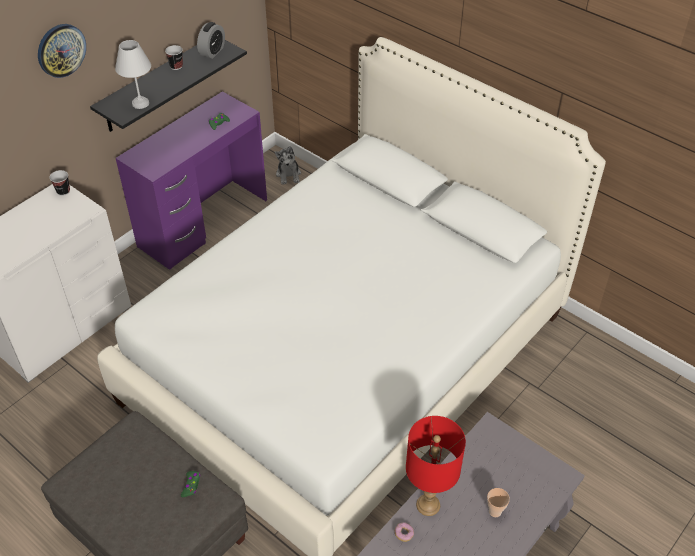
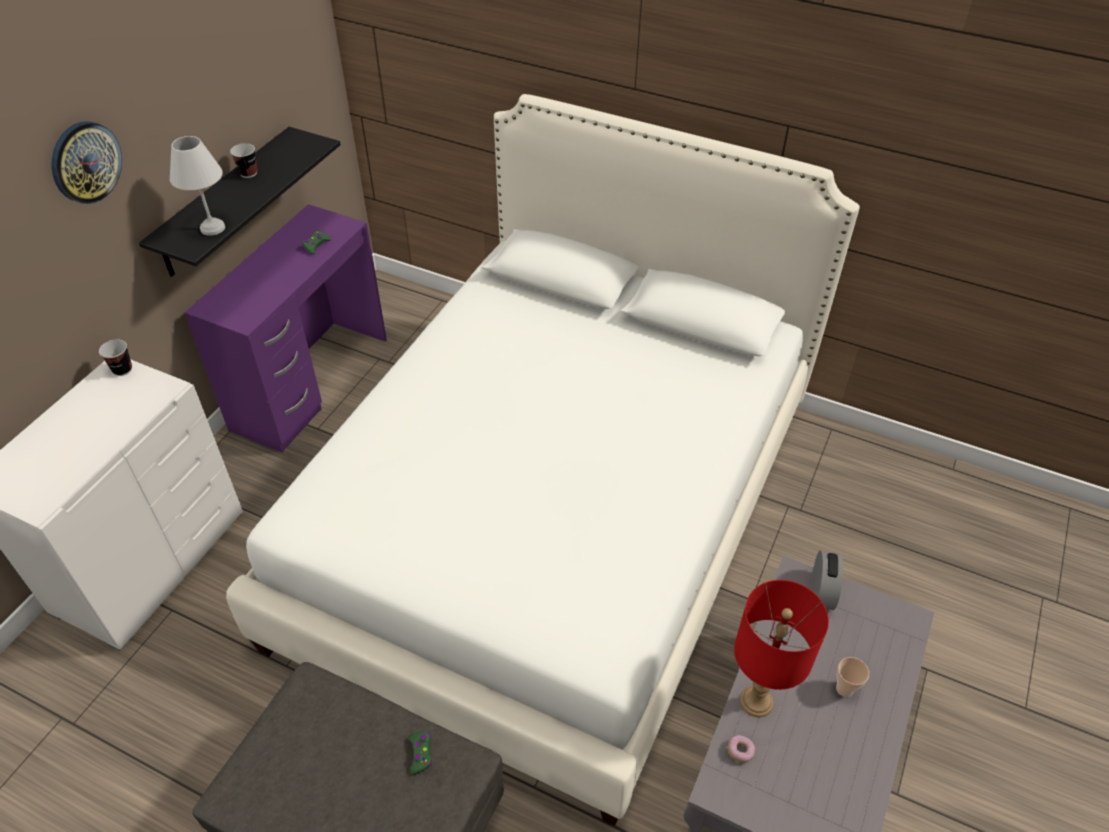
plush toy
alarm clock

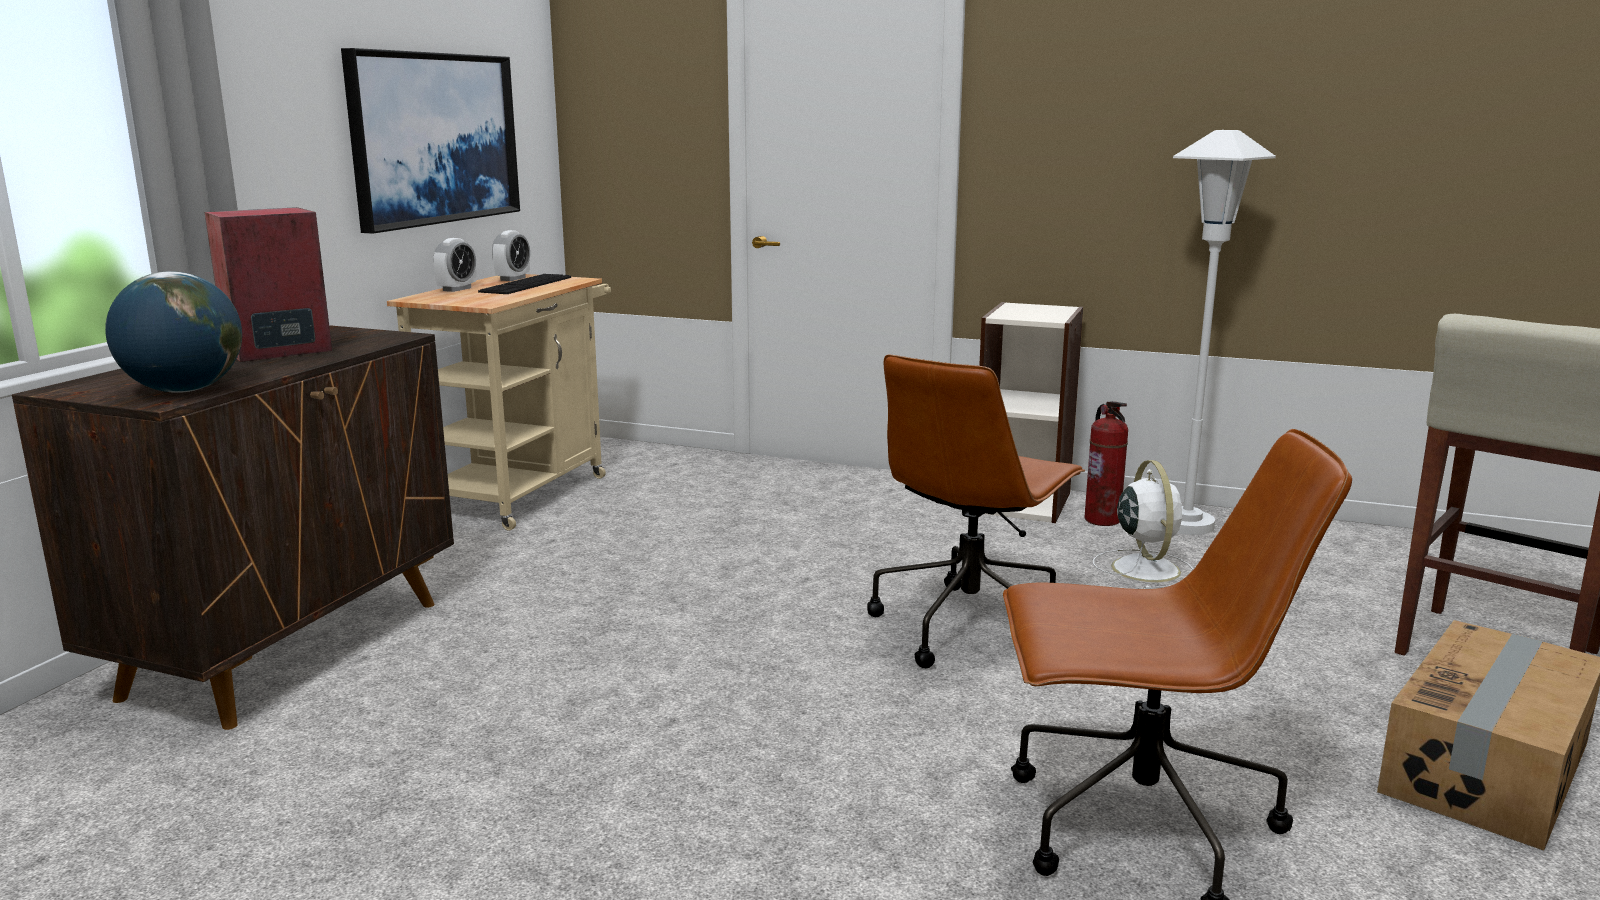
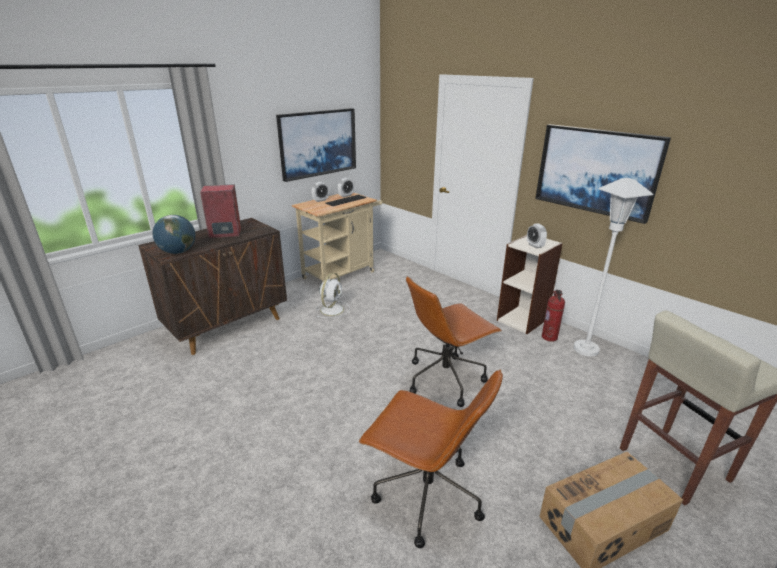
alarm clock (no. 3 from left)
picture (no. 2 from left)
white fan

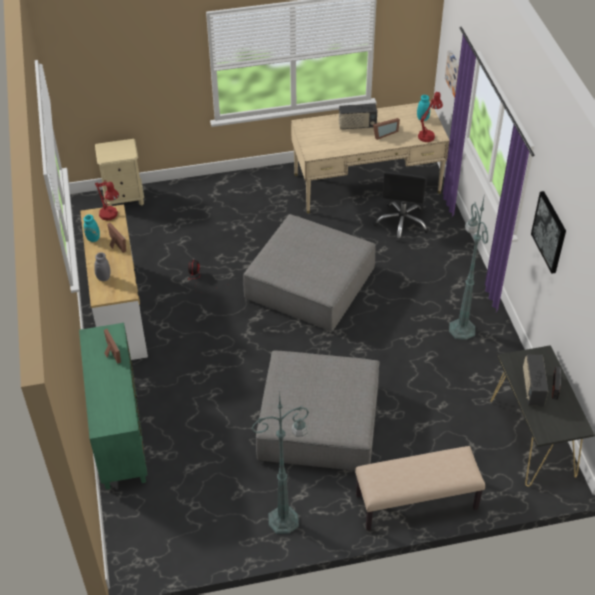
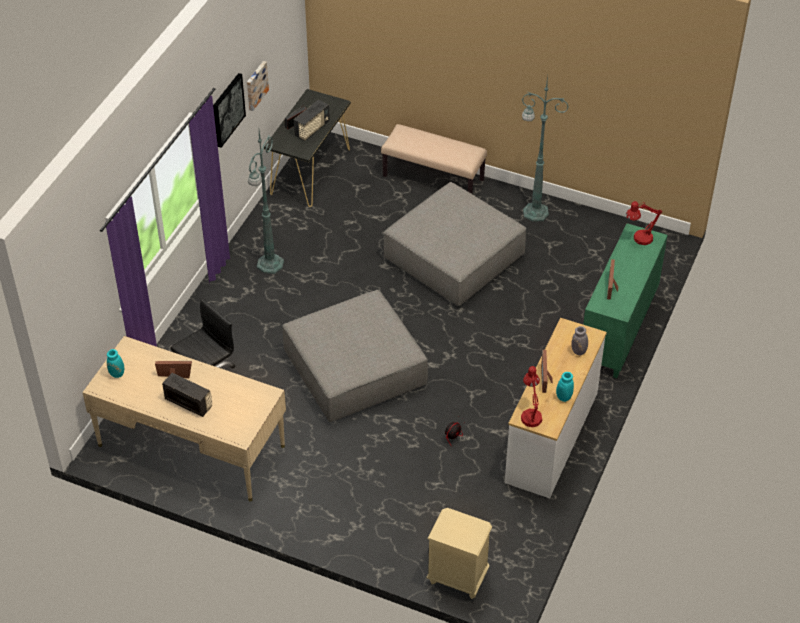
red table lamp (no. 2 from left)
picture (no. 2 from left)

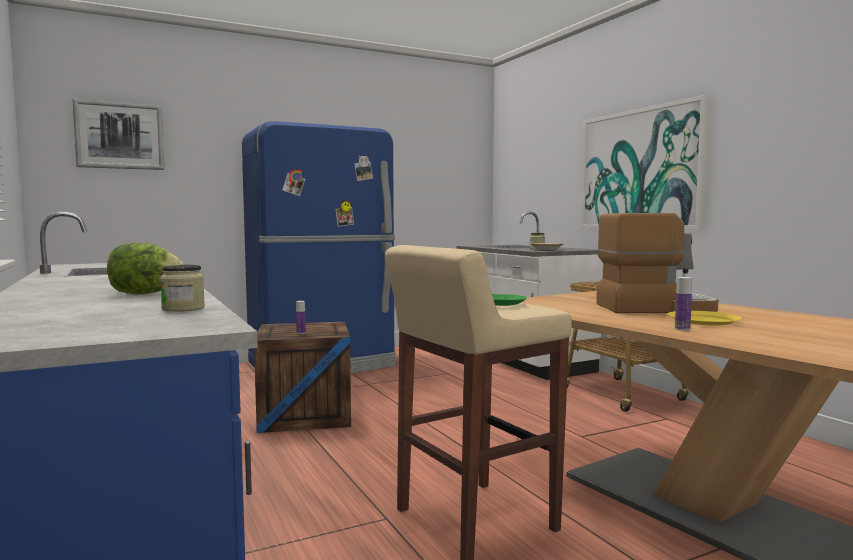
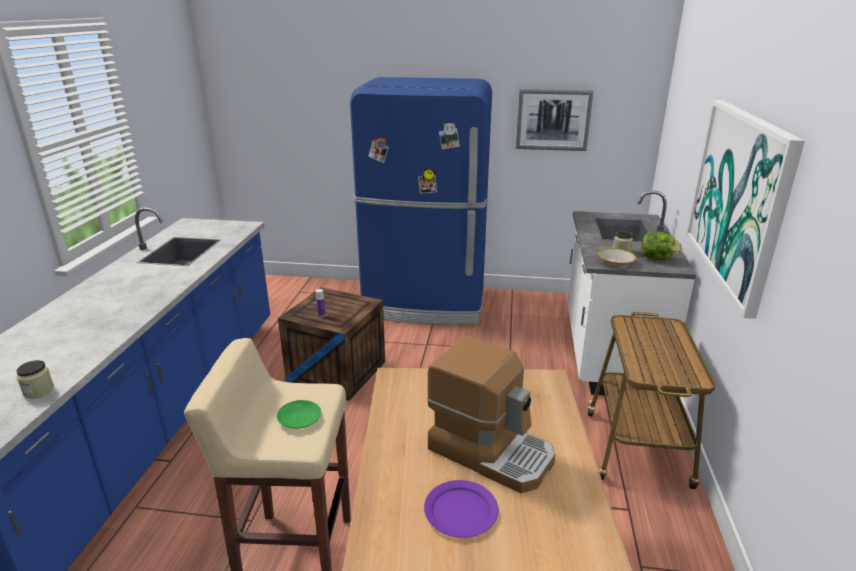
bottle (no. 2 from left in the first image)
picture (no. 1 from left)
lettuce
purple plate

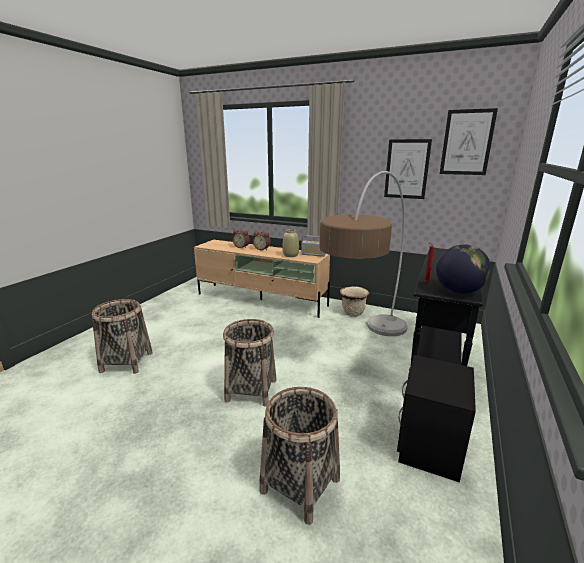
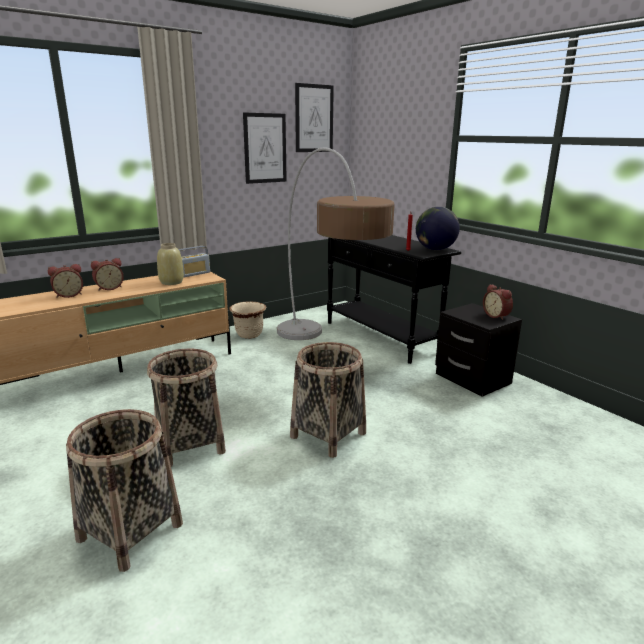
alarm clock (no. 3 from left)
basket (no. 2 from left)

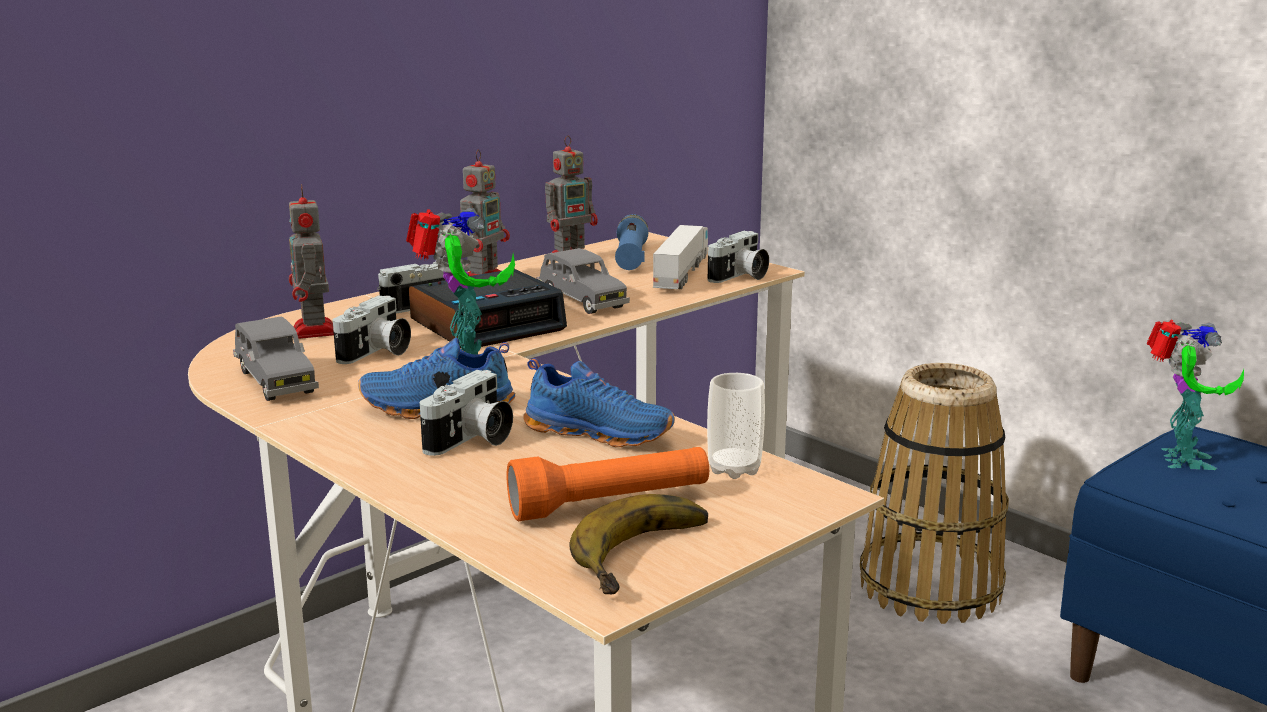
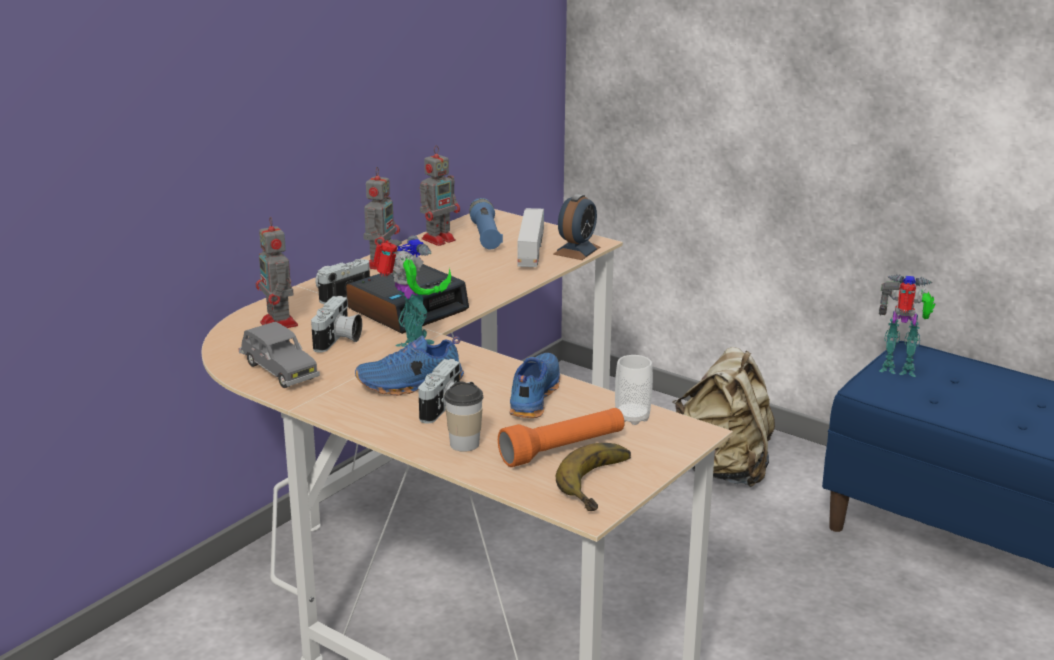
grey toy car (no. 2 from left in the first image)
cup (no. 1 from left)
alarm clock (no. 2 from left)
beige backpack
blue shoe (no. 2 from left)
toy robot (no. 5 from left)

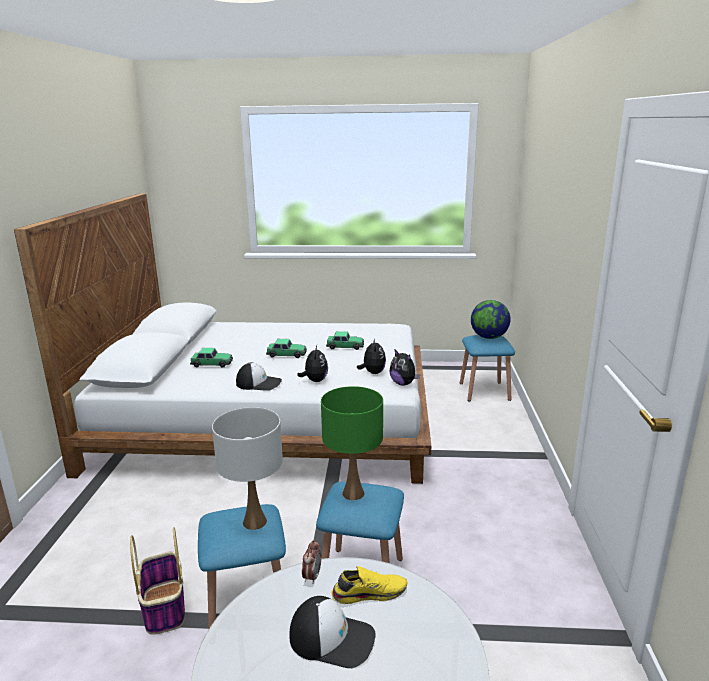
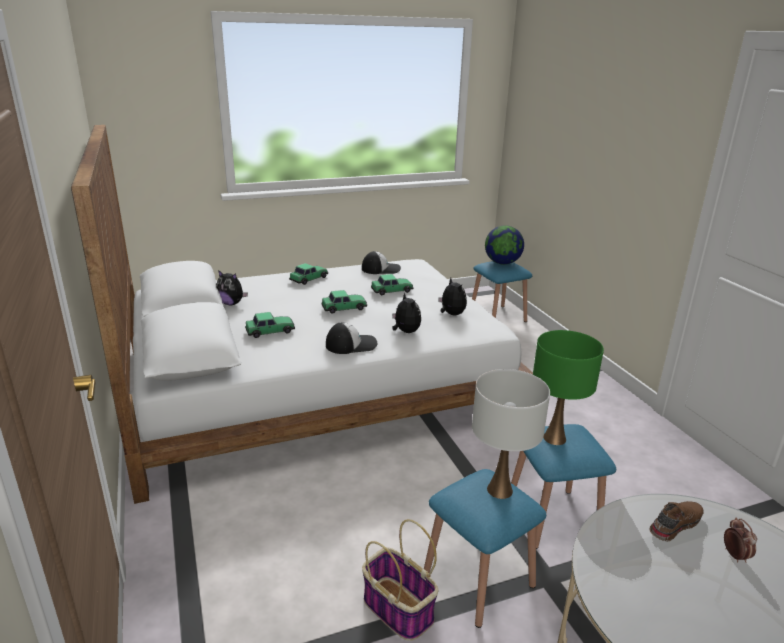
toy car (no. 2 from left)
cap (no. 2 from left)
alarm clock
plush toy (no. 1 from left)
brown shoe

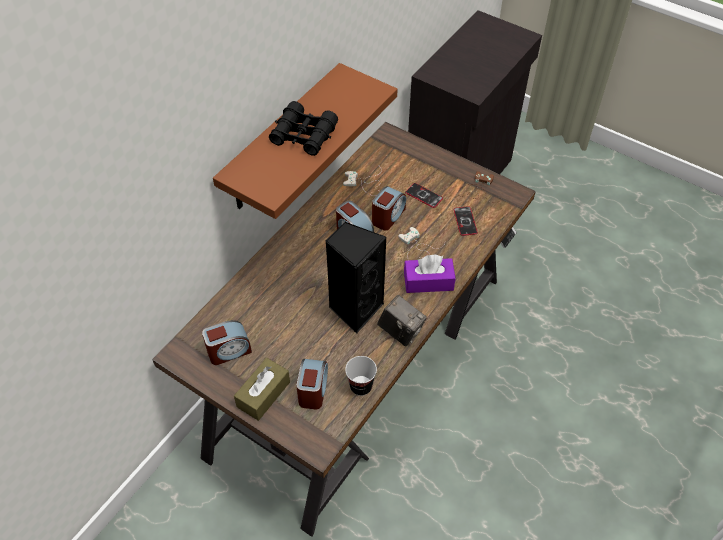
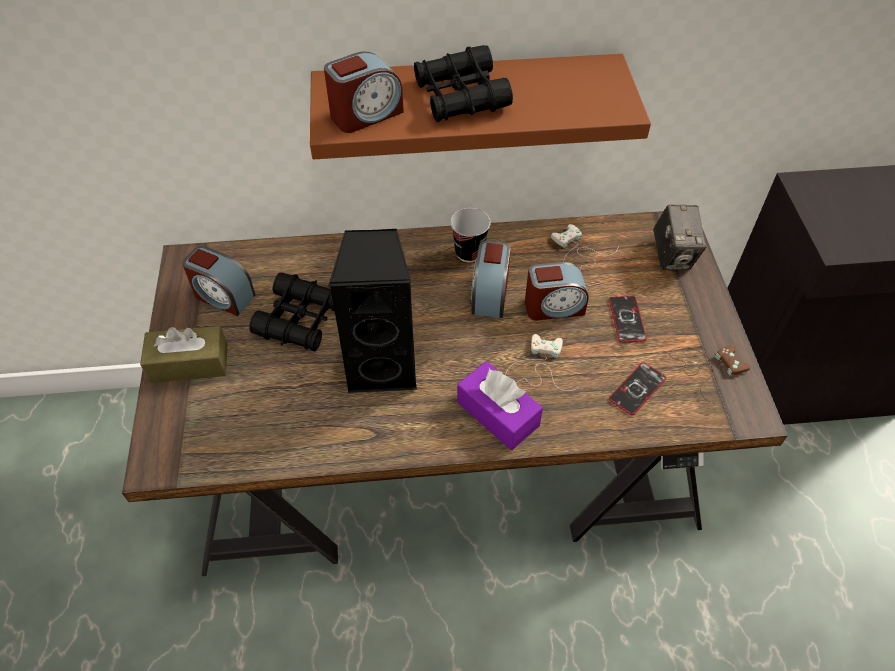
black binoculars (no. 1 from left)
alarm clock (no. 2 from left)
cup
photo camera

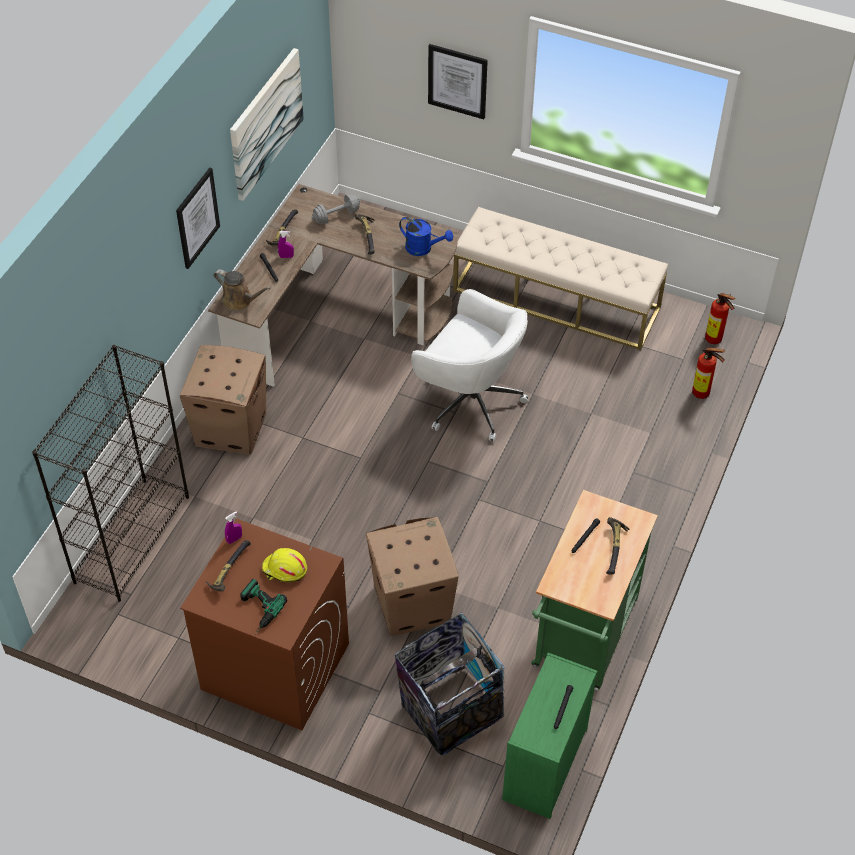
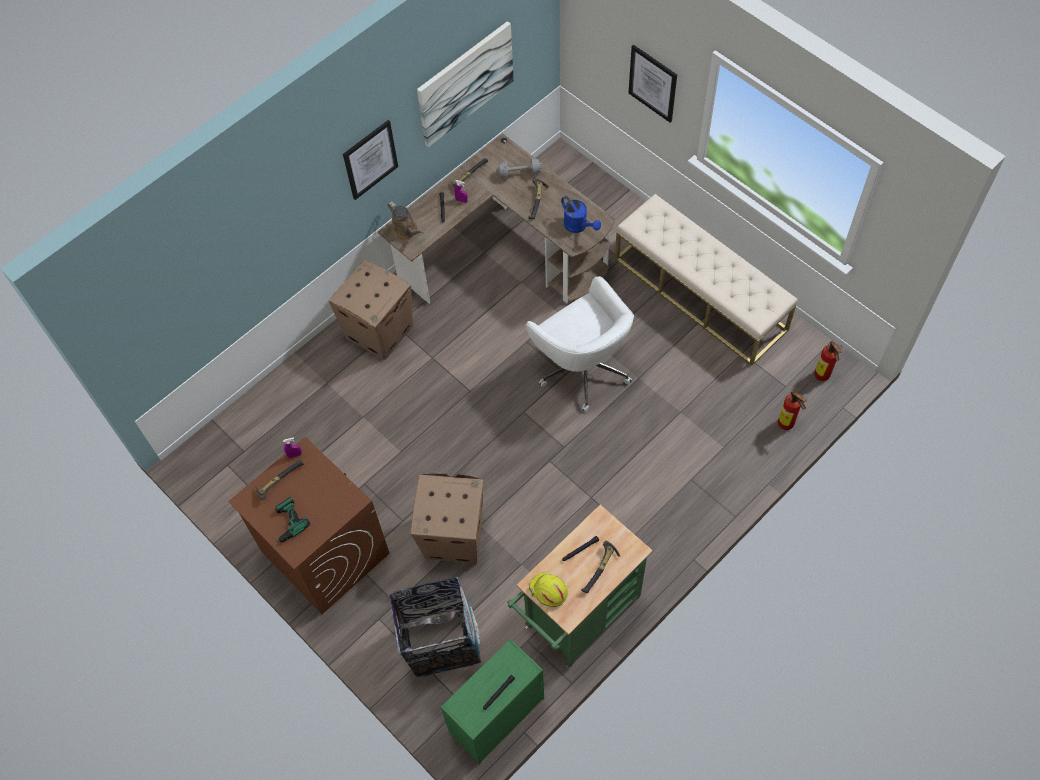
black bookcase
yellow hard hat

